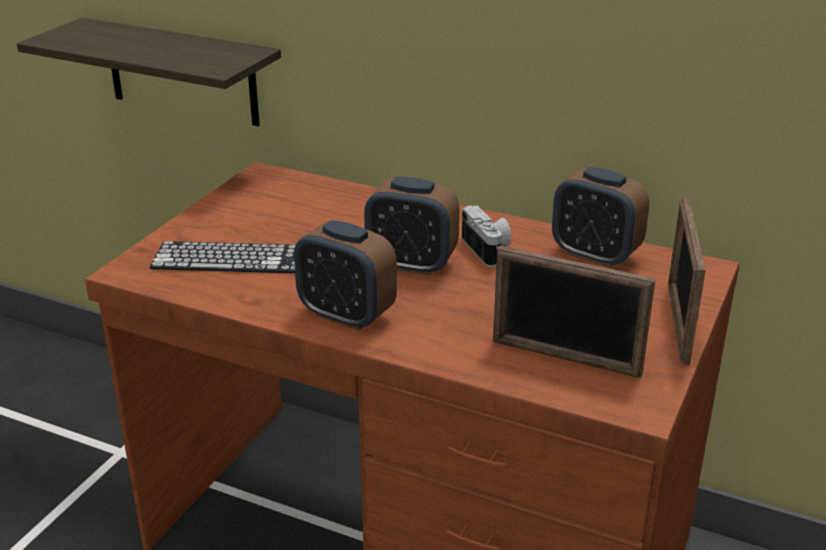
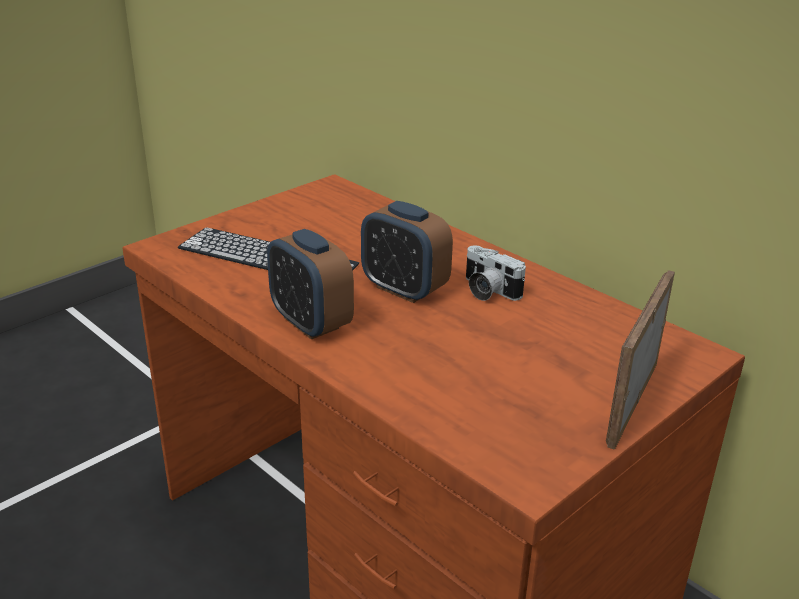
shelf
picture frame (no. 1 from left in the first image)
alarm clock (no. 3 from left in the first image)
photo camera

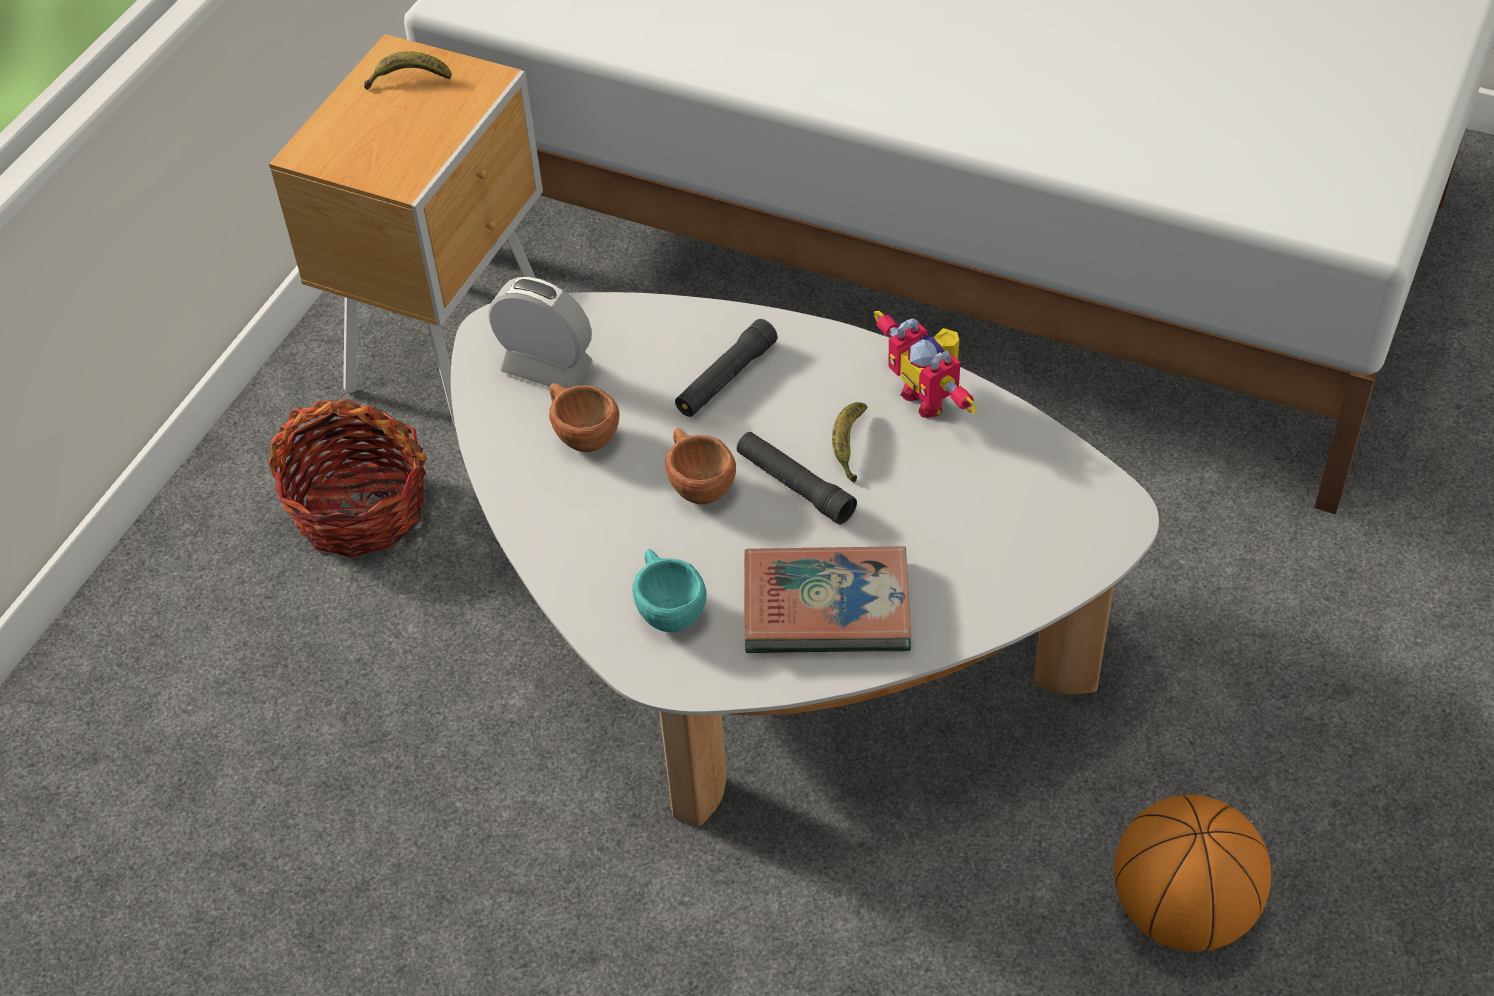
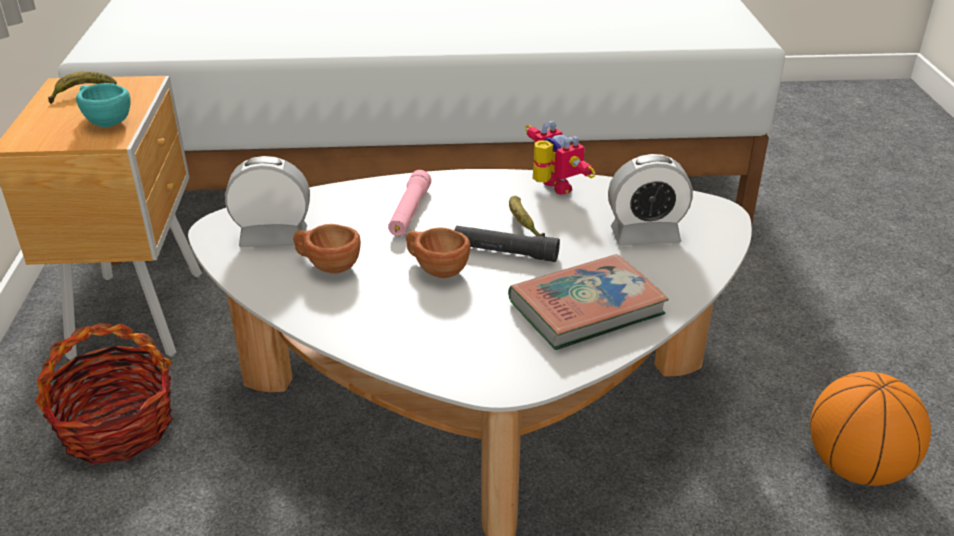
alarm clock (no. 2 from left)
turquoise cup
pink flashlight
toy robot

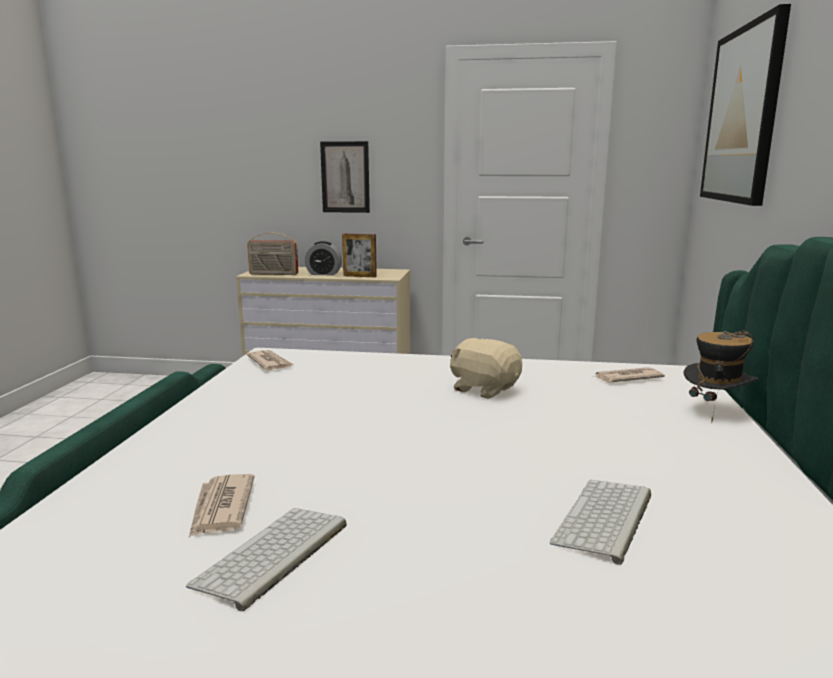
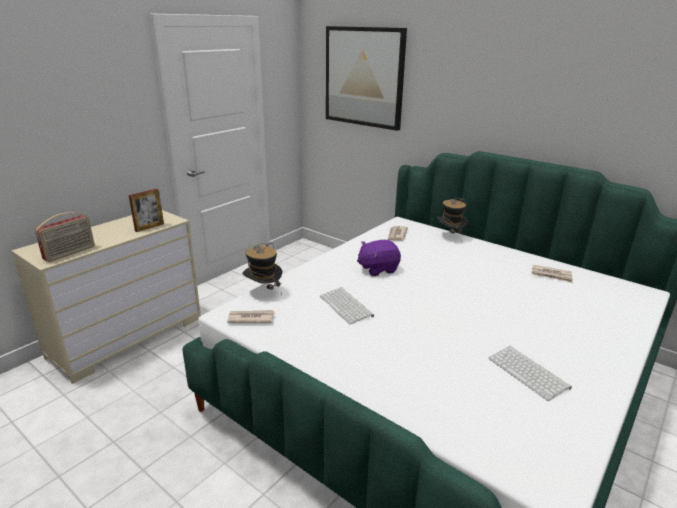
alarm clock
picture (no. 1 from left in the first image)
hat (no. 1 from left)
newspaper (no. 3 from left)
keyboard (no. 1 from left)
purple plush toy

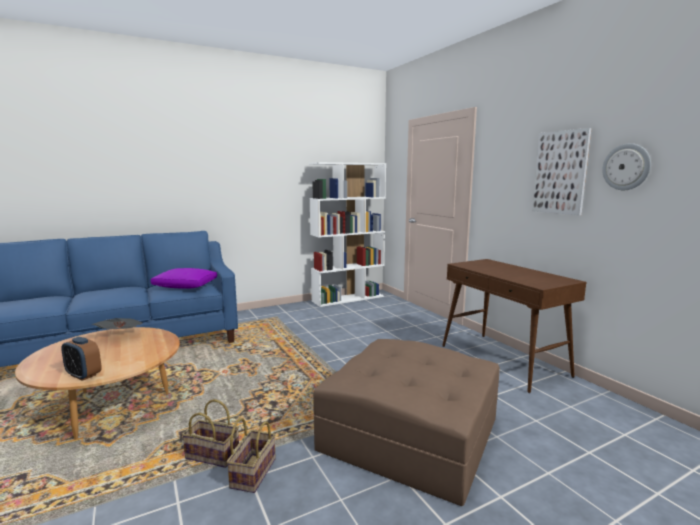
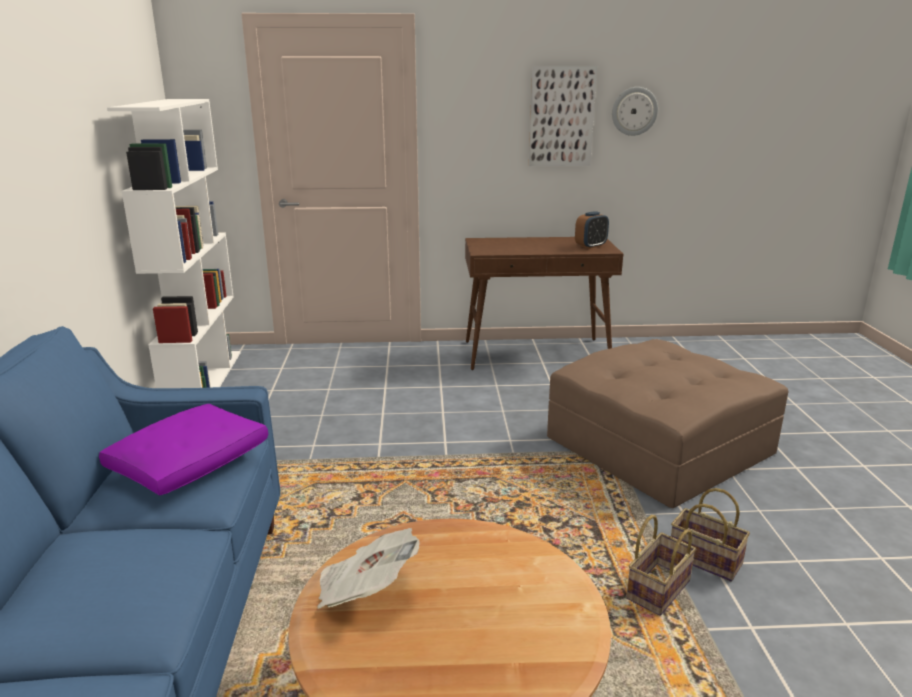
alarm clock

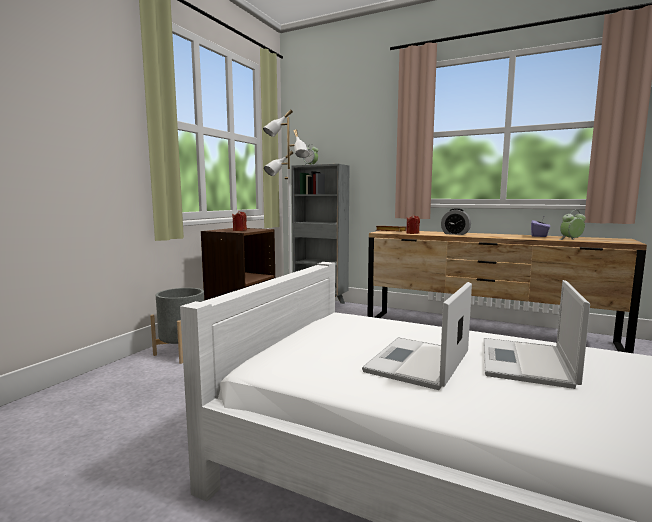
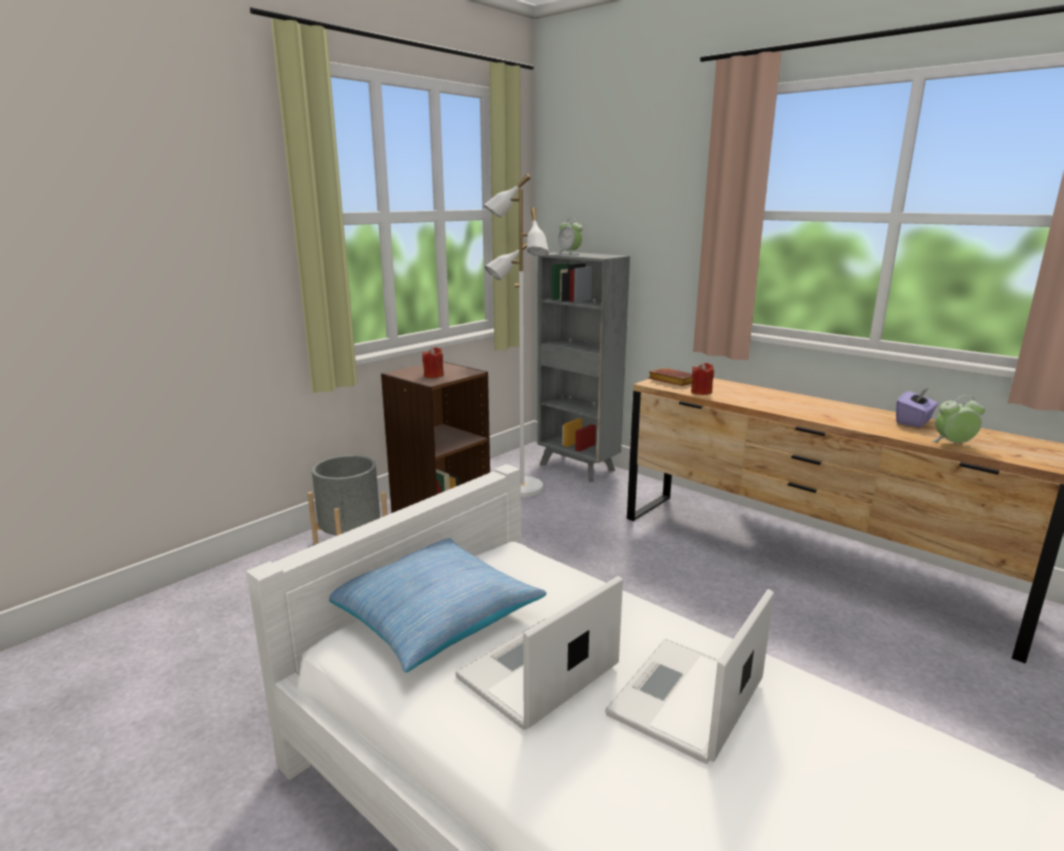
alarm clock (no. 2 from left in the first image)
pillow

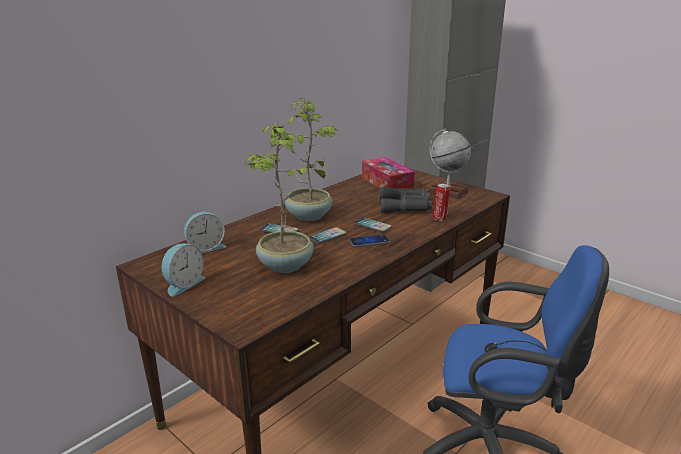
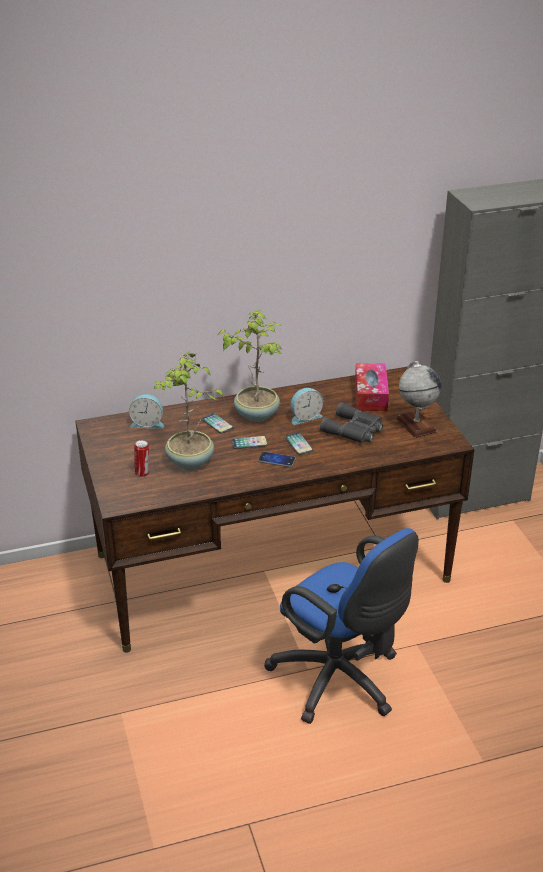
alarm clock (no. 2 from left)
can

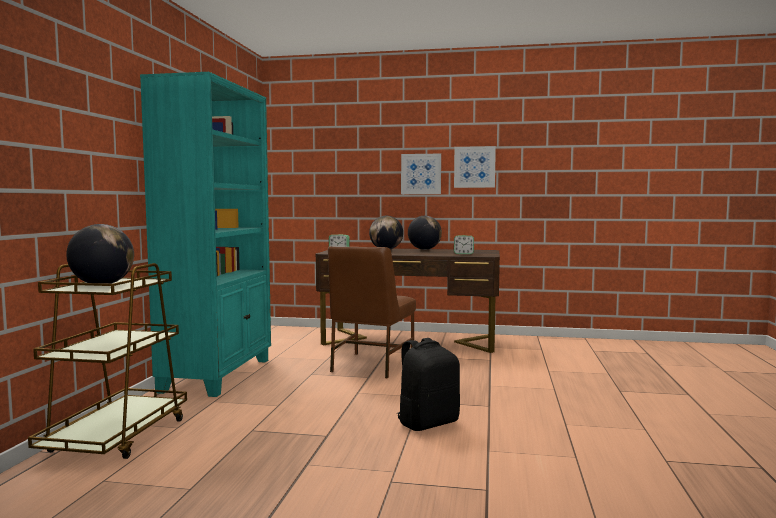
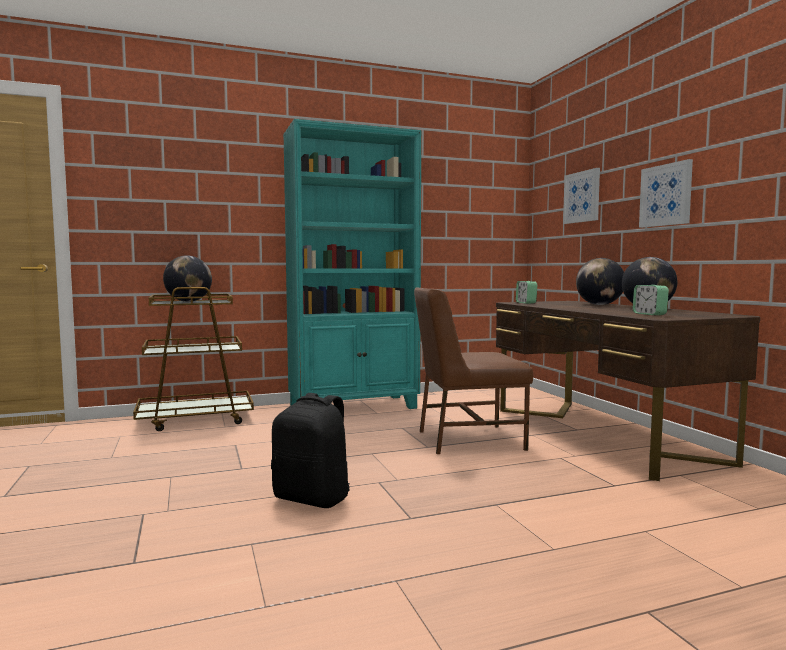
picture (no. 1 from left)

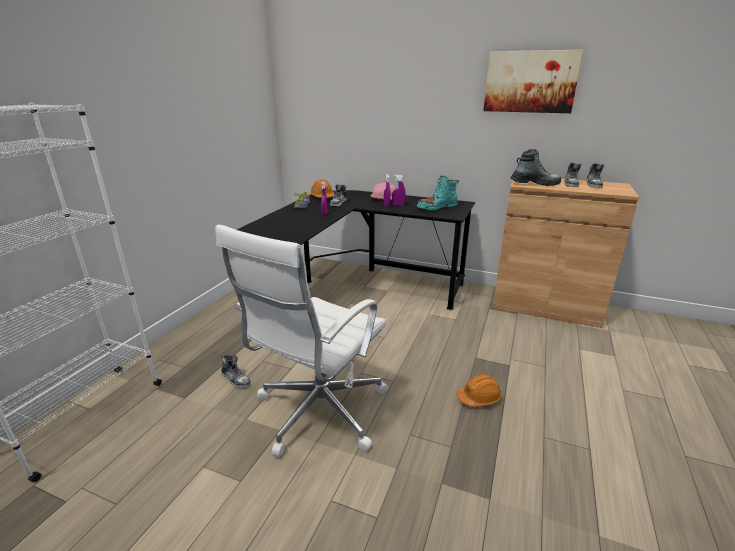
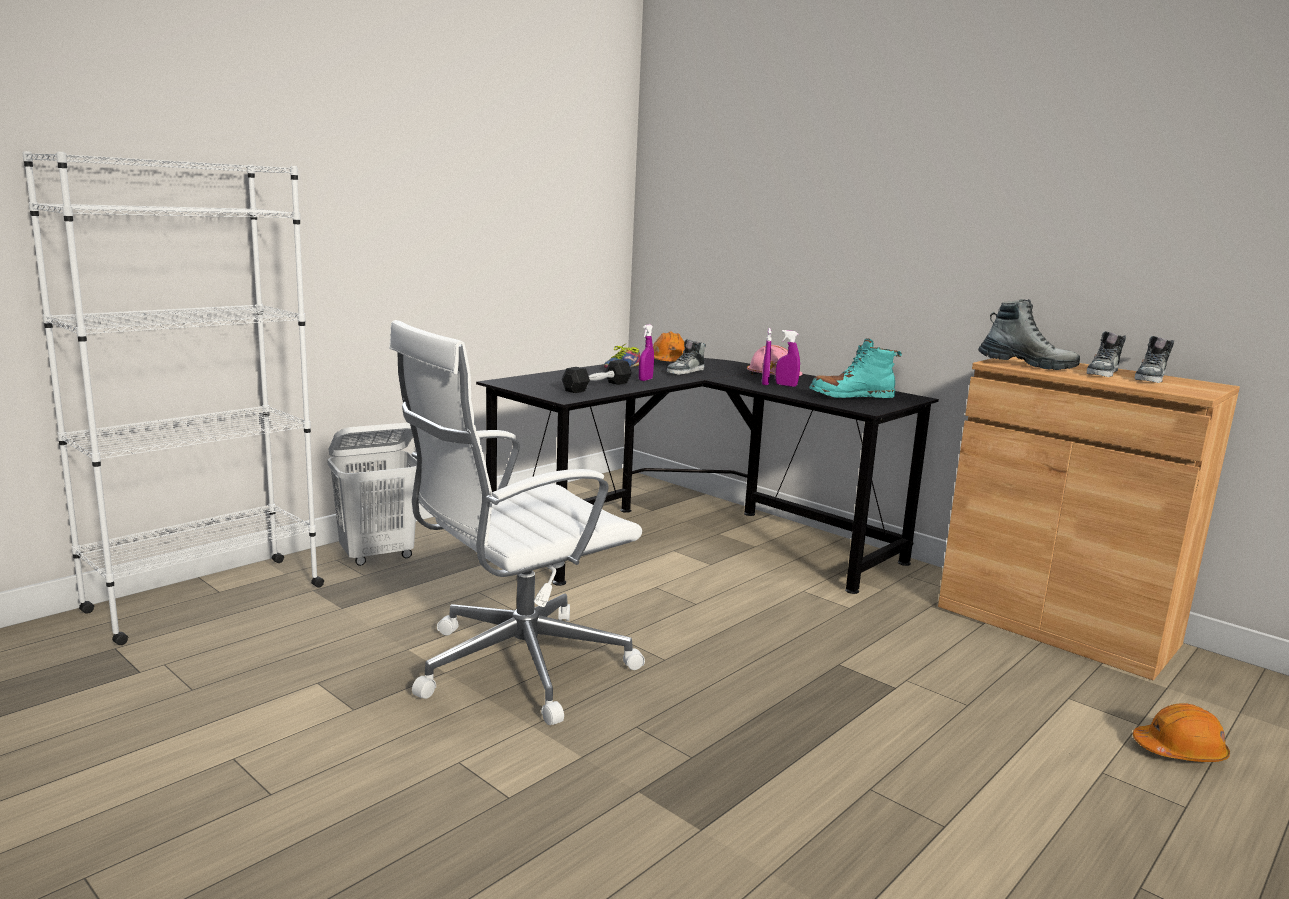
shoe (no. 1 from left in the first image)
picture
white laundry basket
black dumbbell
orange hard hat (no. 2 from left)

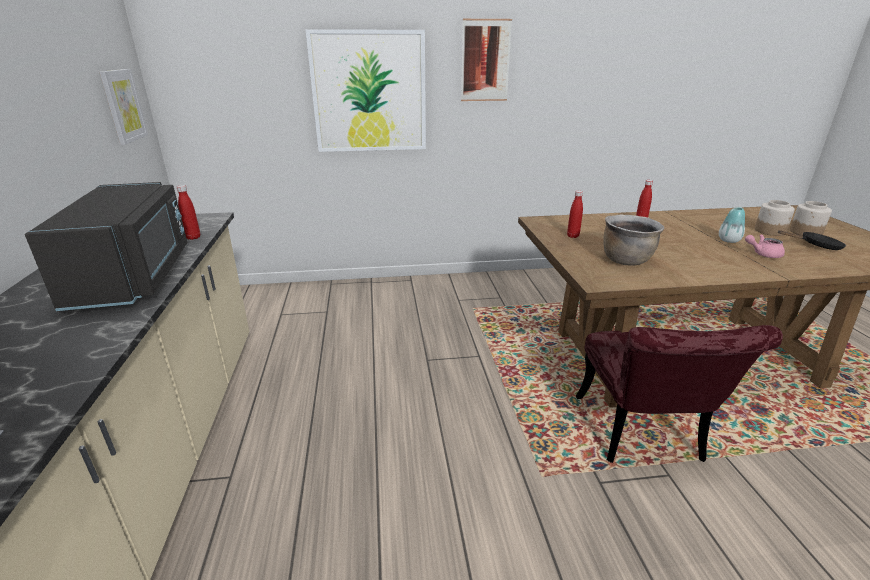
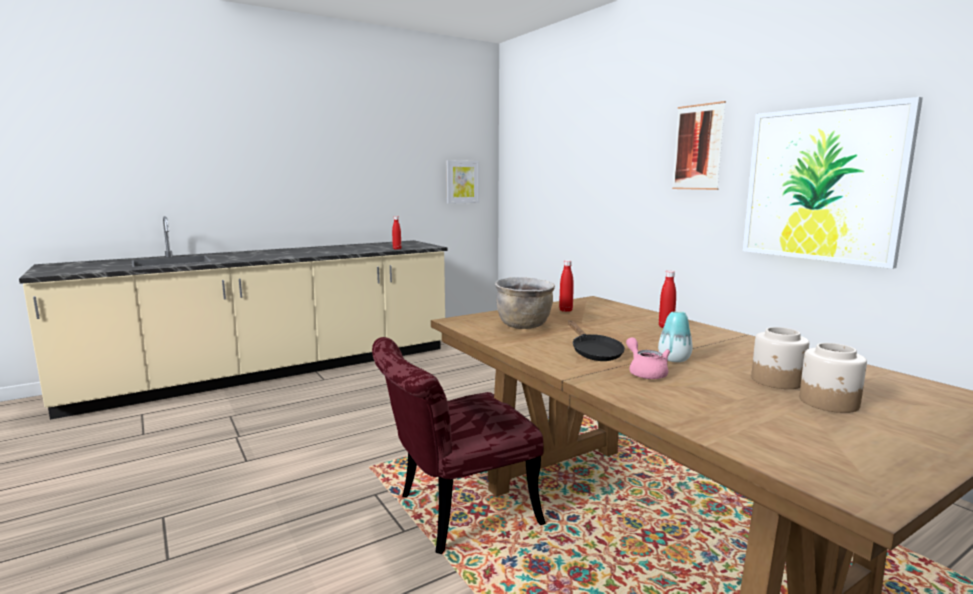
black microwave
picture (no. 3 from left)
black frying pan

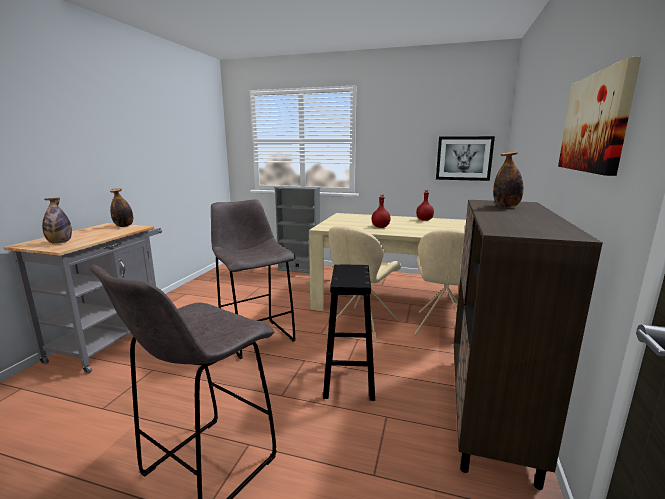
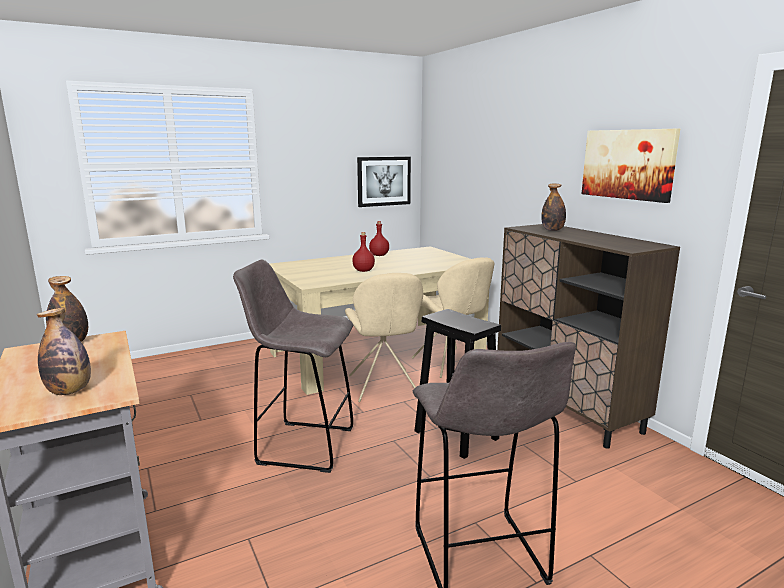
grey bookcase

